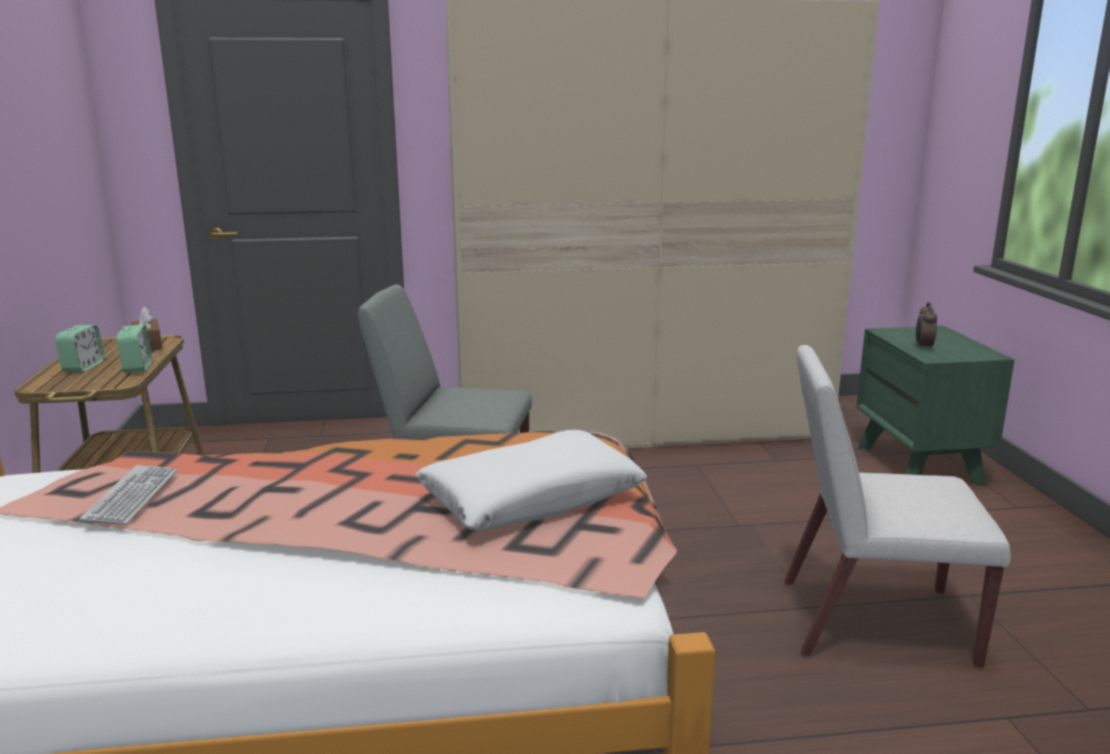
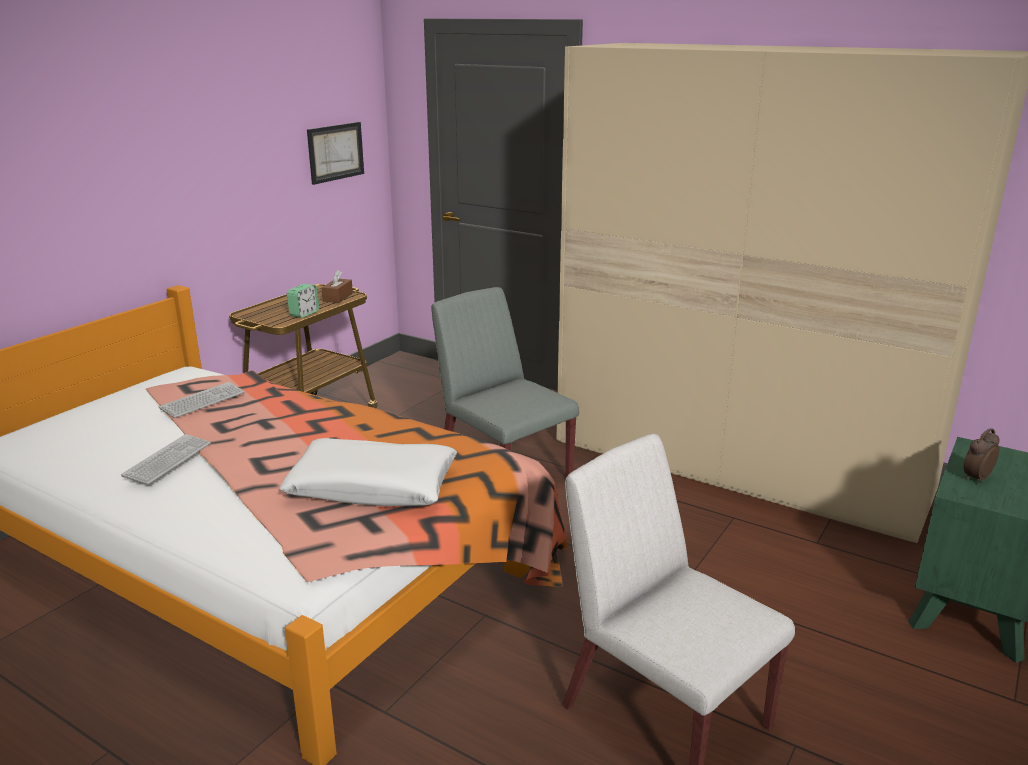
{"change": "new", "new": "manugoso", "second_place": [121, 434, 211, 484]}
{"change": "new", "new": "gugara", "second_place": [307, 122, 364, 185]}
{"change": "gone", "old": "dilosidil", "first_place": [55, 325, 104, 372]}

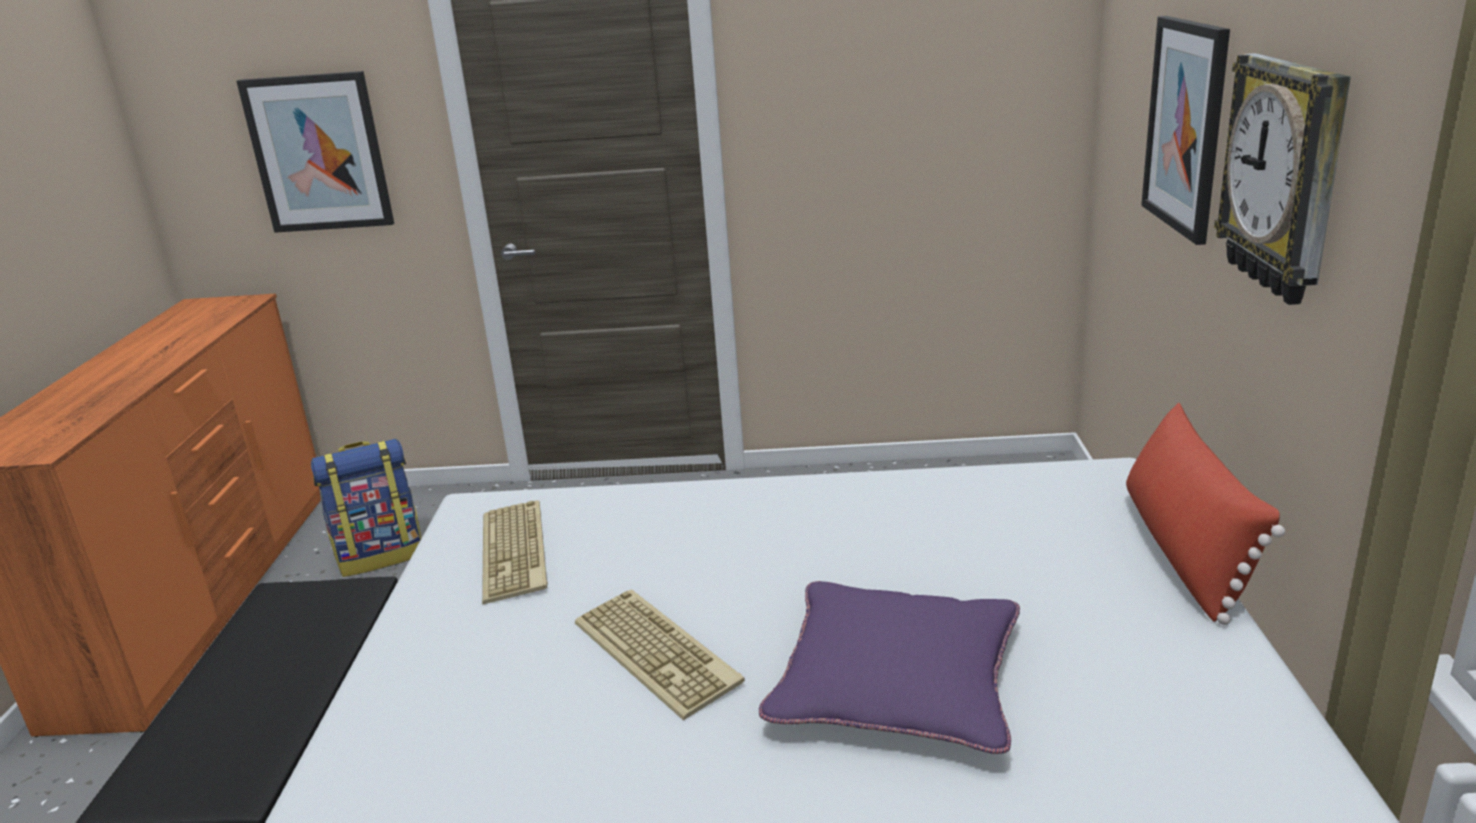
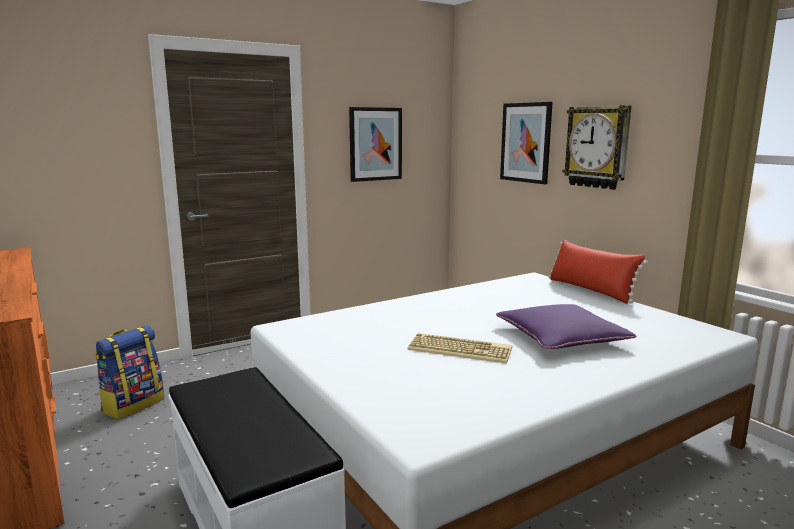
{"change": "shifted", "old": "gugara", "first_place": [236, 71, 394, 233], "second_place": [349, 107, 402, 182]}
{"change": "gone", "old": "manugoso", "first_place": [482, 500, 548, 605]}

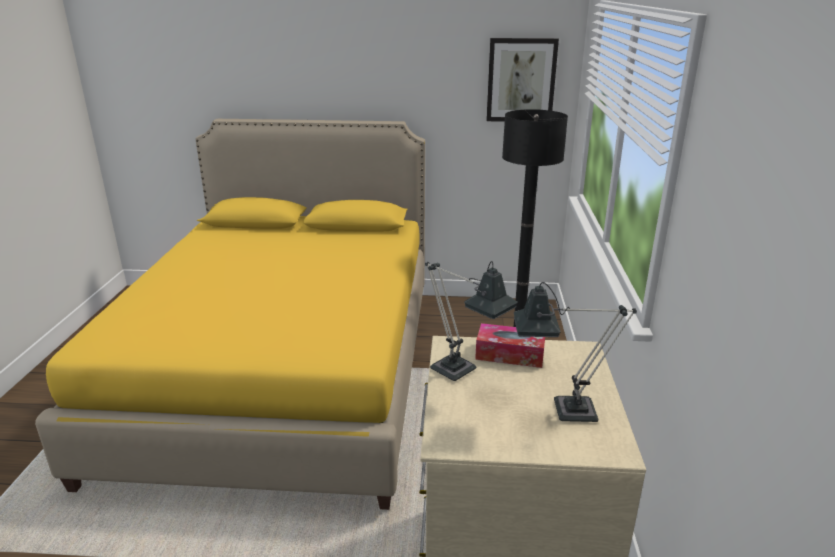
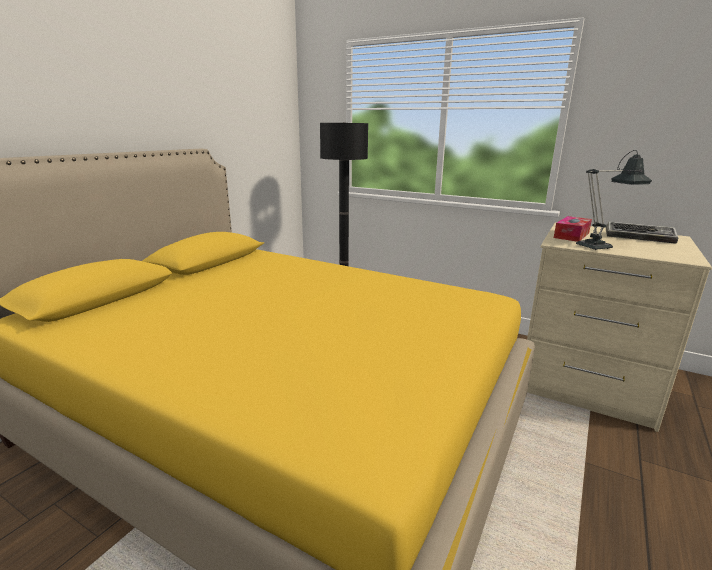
{"change": "swapped", "old": "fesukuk", "new": "manugoso", "first_place": [514, 282, 637, 422], "second_place": [606, 222, 678, 244]}
{"change": "gone", "old": "gugara", "first_place": [487, 38, 559, 122]}

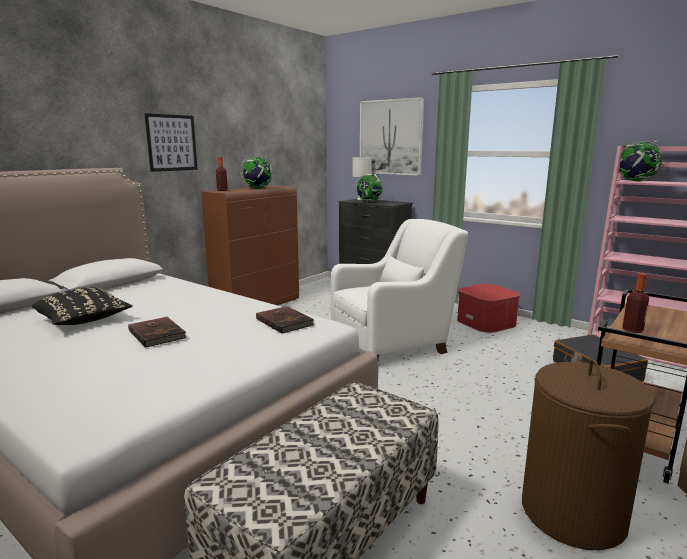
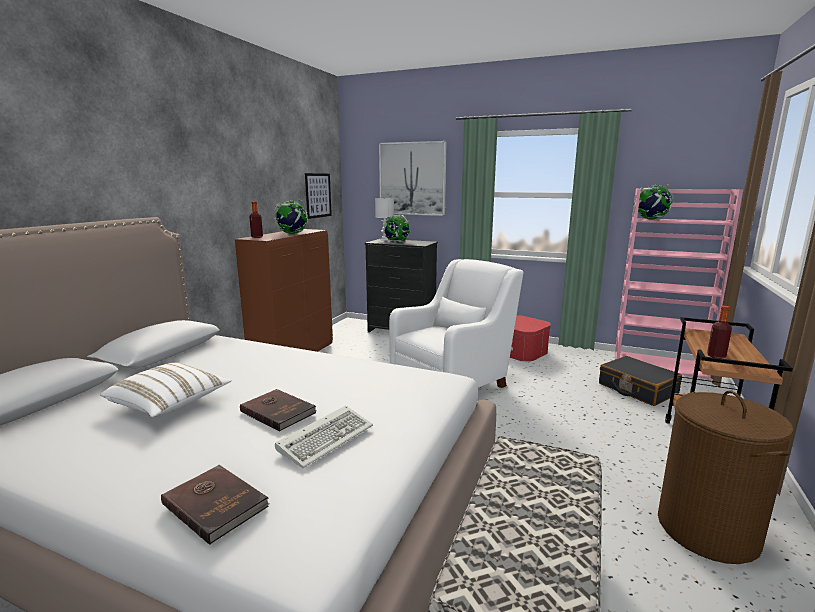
{"change": "repainted", "old": "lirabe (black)", "new": "lirabe (white)", "first_place": [32, 287, 132, 325], "second_place": [100, 363, 231, 417]}
{"change": "shifted", "old": "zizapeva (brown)", "first_place": [256, 306, 315, 334], "second_place": [161, 464, 269, 545]}
{"change": "new", "new": "manugoso", "second_place": [275, 405, 373, 468]}
{"change": "shifted", "old": "gugara", "first_place": [144, 113, 198, 172], "second_place": [305, 173, 332, 219]}

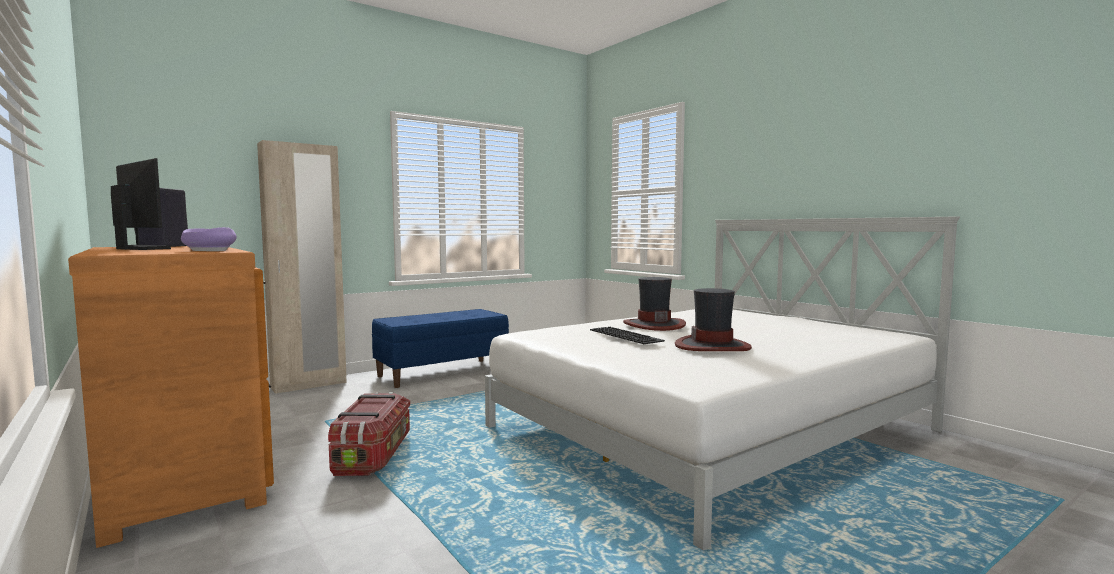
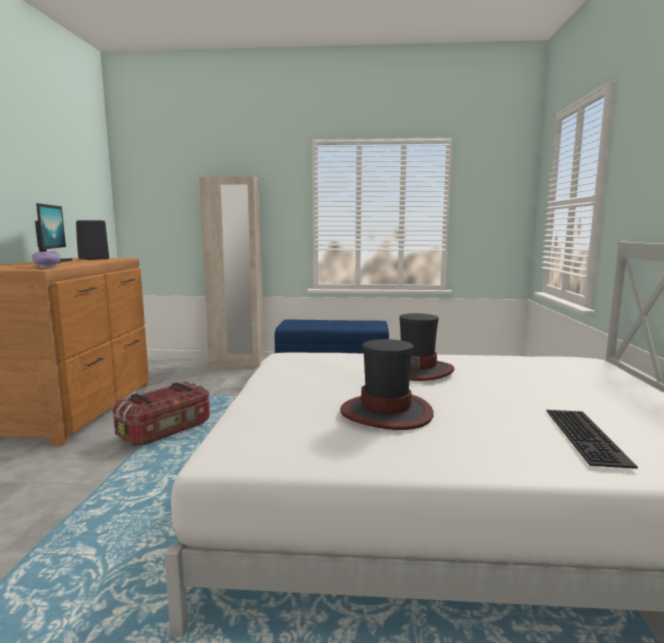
{"change": "shifted", "old": "manugoso", "first_place": [590, 327, 665, 344], "second_place": [547, 410, 638, 469]}

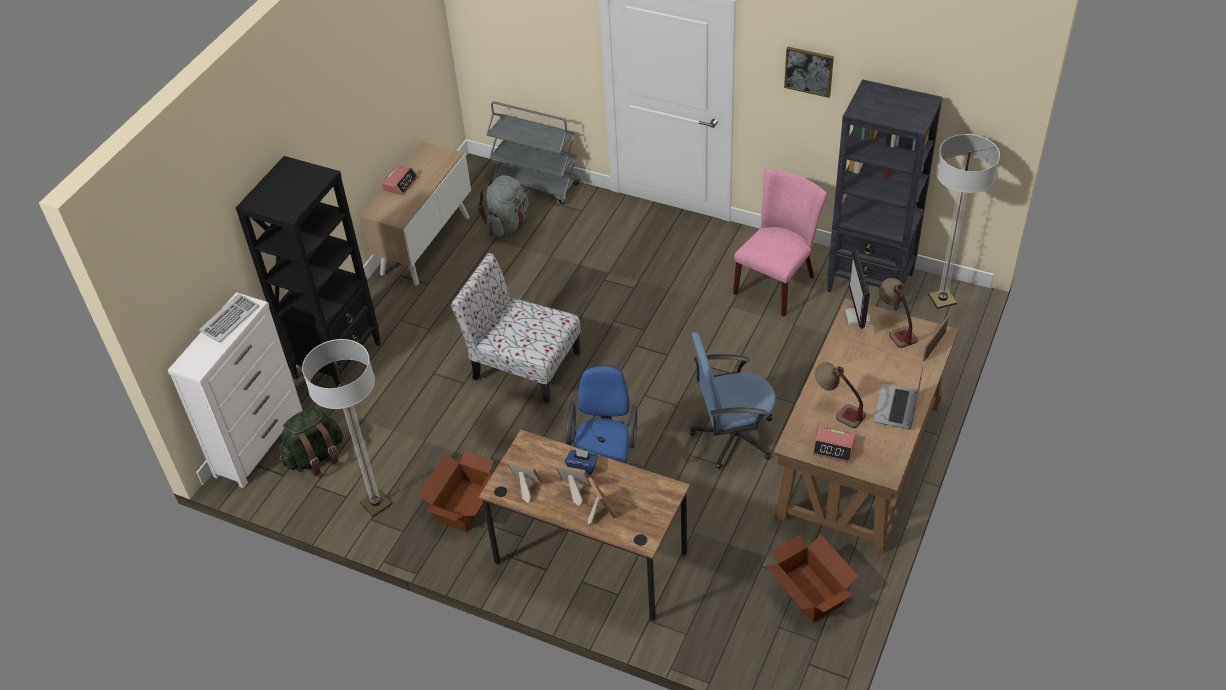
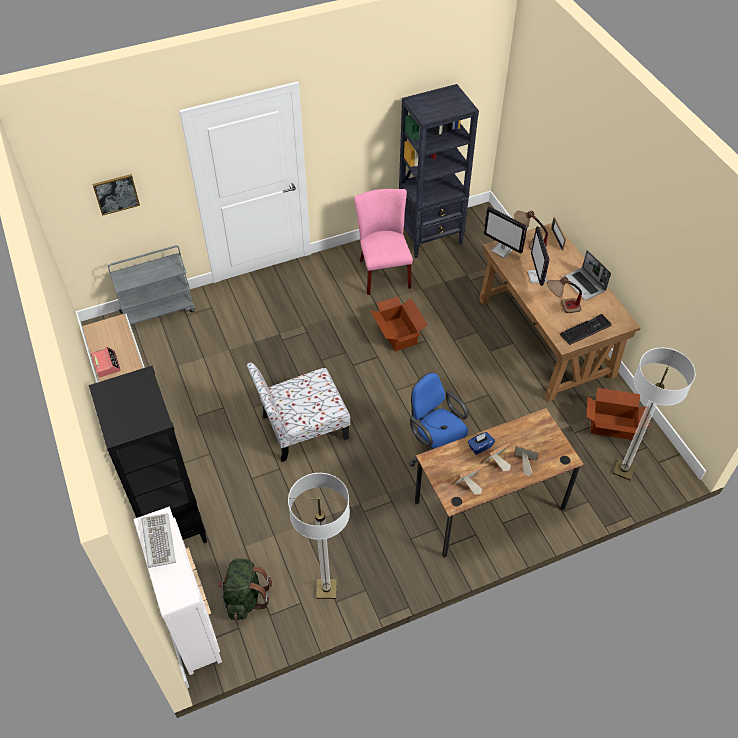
{"change": "shifted", "old": "gugara", "first_place": [784, 47, 834, 98], "second_place": [92, 174, 140, 216]}
{"change": "shifted", "old": "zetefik", "first_place": [418, 451, 494, 532], "second_place": [371, 297, 428, 351]}
{"change": "new", "new": "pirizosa", "second_place": [527, 226, 550, 286]}
{"change": "swapped", "old": "dilosidil", "new": "manugoso", "first_place": [813, 426, 856, 463], "second_place": [560, 314, 612, 345]}
{"change": "shifted", "old": "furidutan", "first_place": [929, 134, 1000, 309], "second_place": [612, 348, 695, 480]}
{"change": "gone", "old": "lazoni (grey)", "first_place": [478, 175, 529, 237]}
{"change": "gone", "old": "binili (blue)", "first_place": [690, 332, 776, 469]}

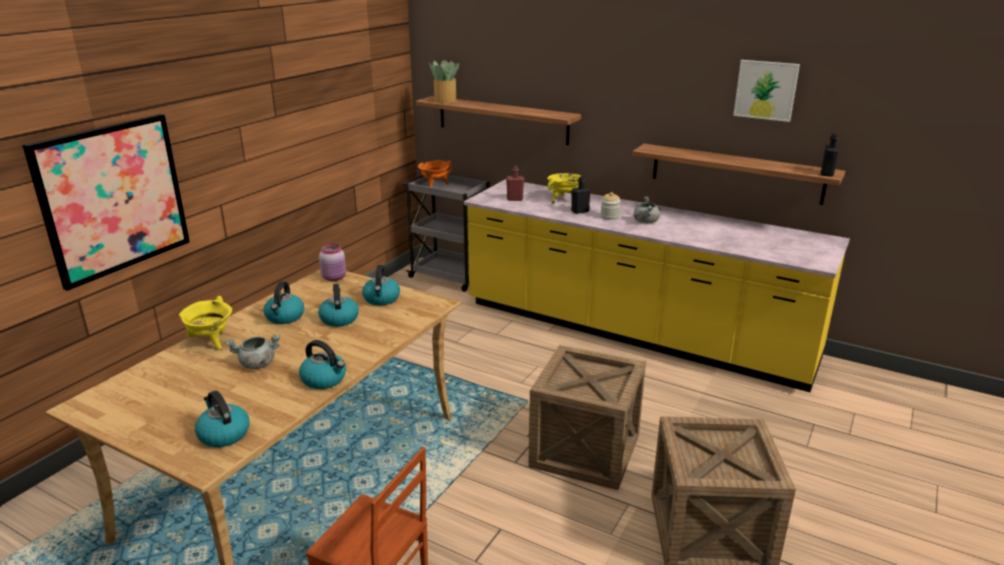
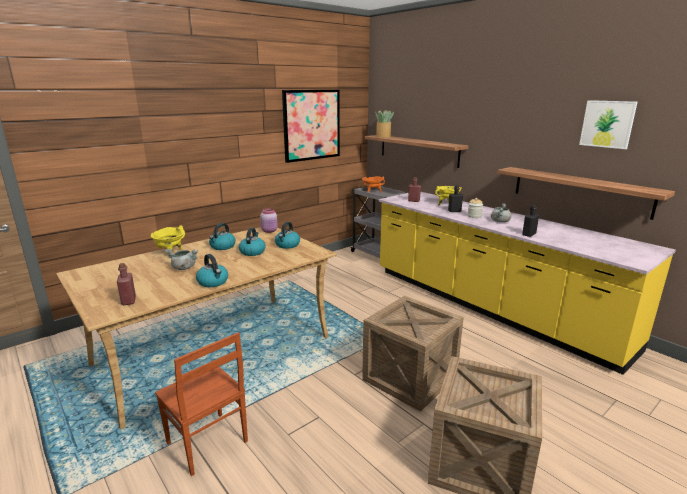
{"change": "swapped", "old": "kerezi", "new": "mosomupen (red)", "first_place": [195, 391, 249, 447], "second_place": [117, 263, 136, 305]}
{"change": "shifted", "old": "gugara", "first_place": [22, 114, 190, 291], "second_place": [282, 90, 340, 163]}
{"change": "shifted", "old": "mosomupen (black)", "first_place": [821, 133, 839, 177], "second_place": [522, 205, 539, 237]}

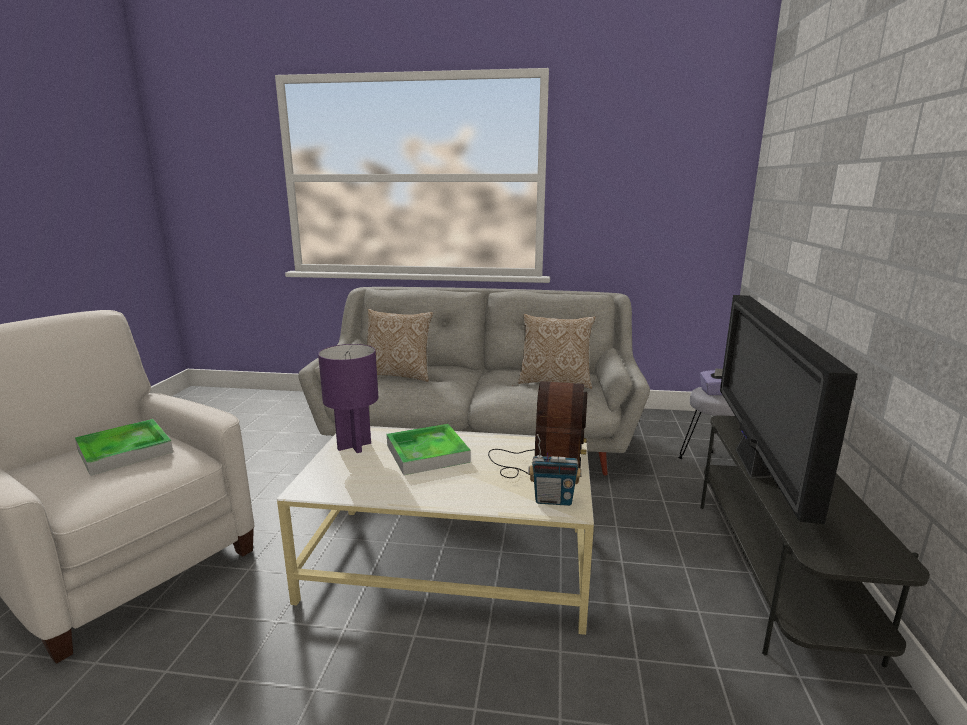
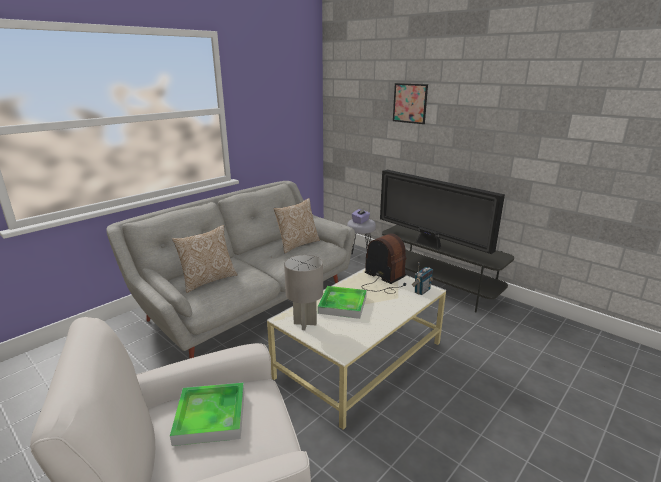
{"change": "repainted", "old": "fesukuk (purple)", "new": "fesukuk (grey)", "first_place": [318, 344, 378, 453], "second_place": [284, 255, 323, 330]}
{"change": "new", "new": "gugara", "second_place": [393, 83, 428, 124]}

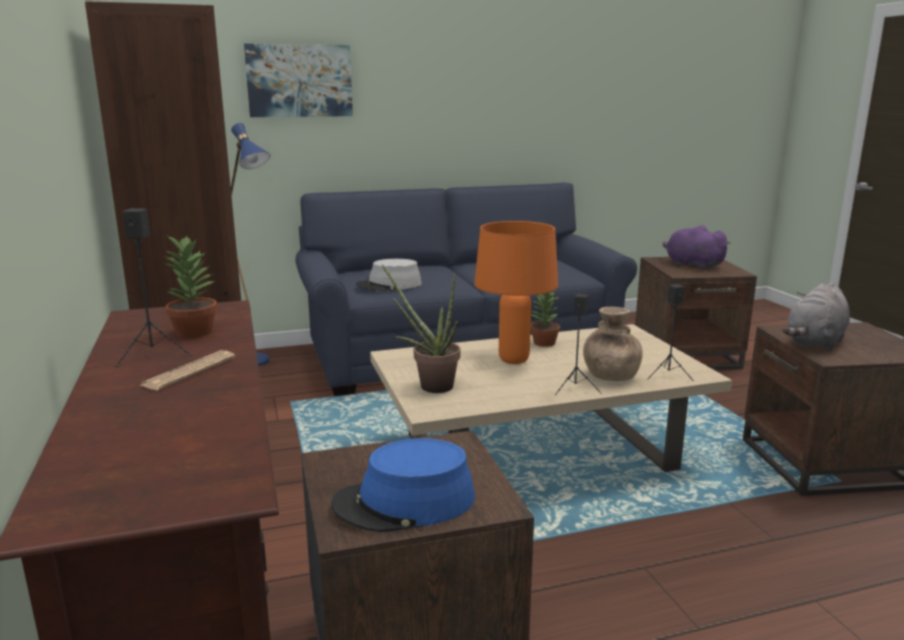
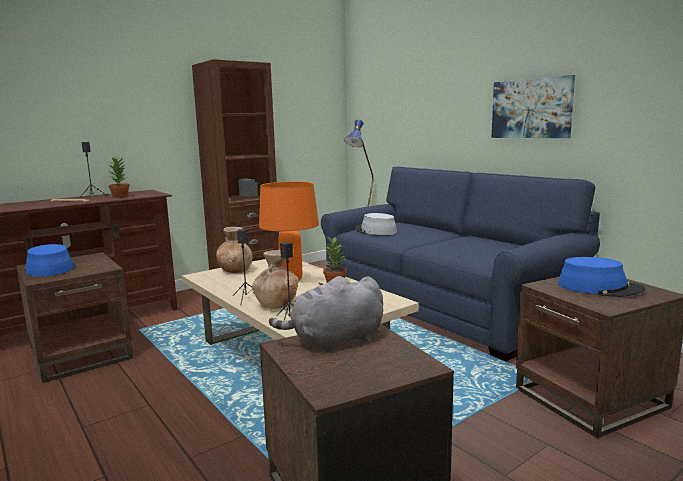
{"change": "swapped", "old": "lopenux", "new": "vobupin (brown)", "first_place": [382, 264, 460, 393], "second_place": [216, 227, 252, 273]}
{"change": "rotated", "old": "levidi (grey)", "first_place": [782, 282, 850, 350], "second_place": [269, 276, 383, 351], "degrees": -45}
{"change": "shifted", "old": "gugara", "first_place": [244, 44, 353, 117], "second_place": [492, 75, 575, 138]}
{"change": "swapped", "old": "levidi (purple)", "new": "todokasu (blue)", "first_place": [663, 225, 730, 269], "second_place": [558, 257, 645, 297]}

